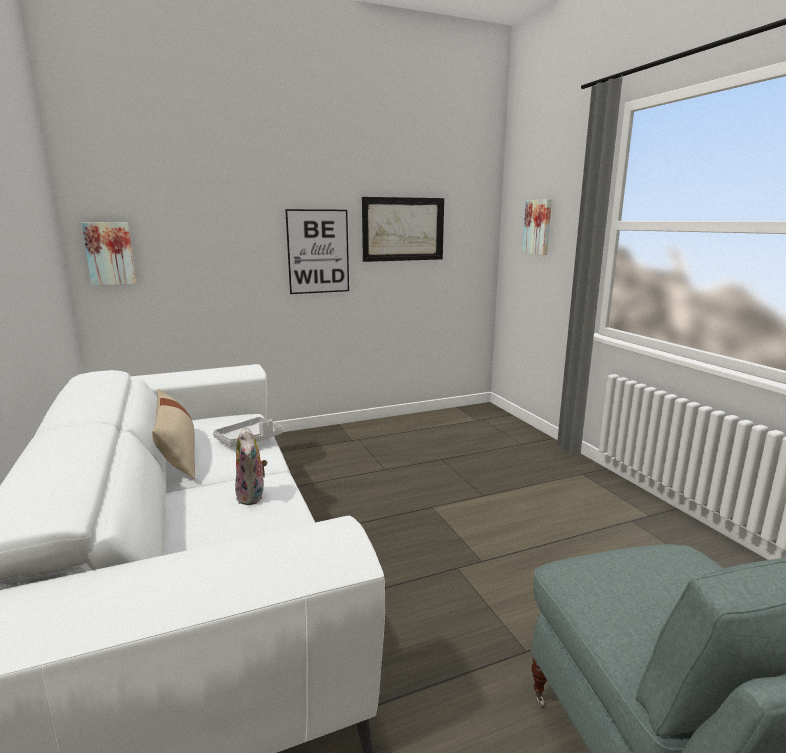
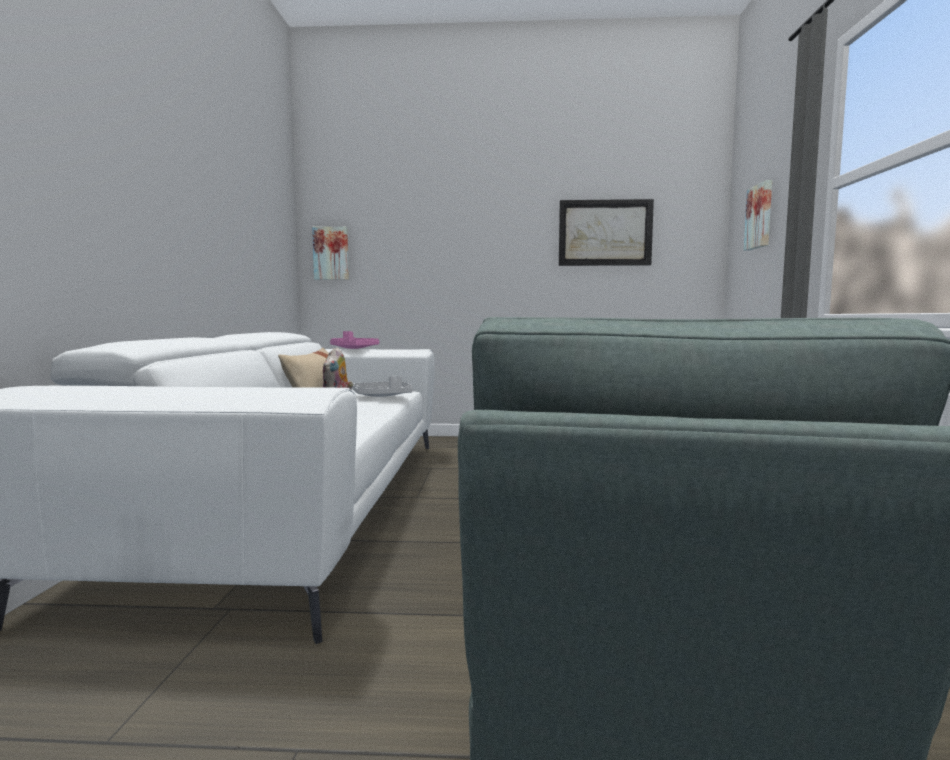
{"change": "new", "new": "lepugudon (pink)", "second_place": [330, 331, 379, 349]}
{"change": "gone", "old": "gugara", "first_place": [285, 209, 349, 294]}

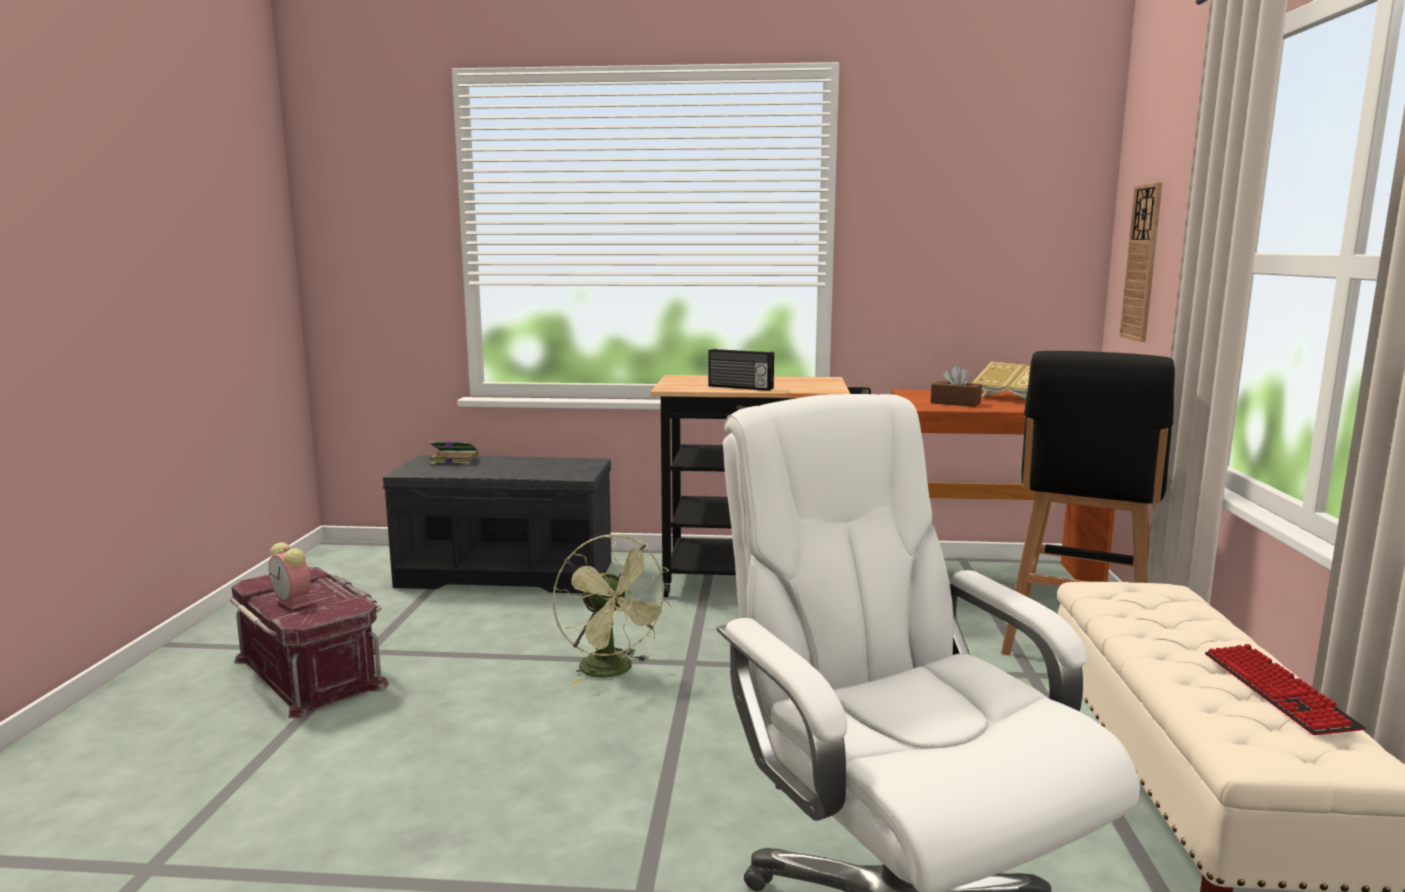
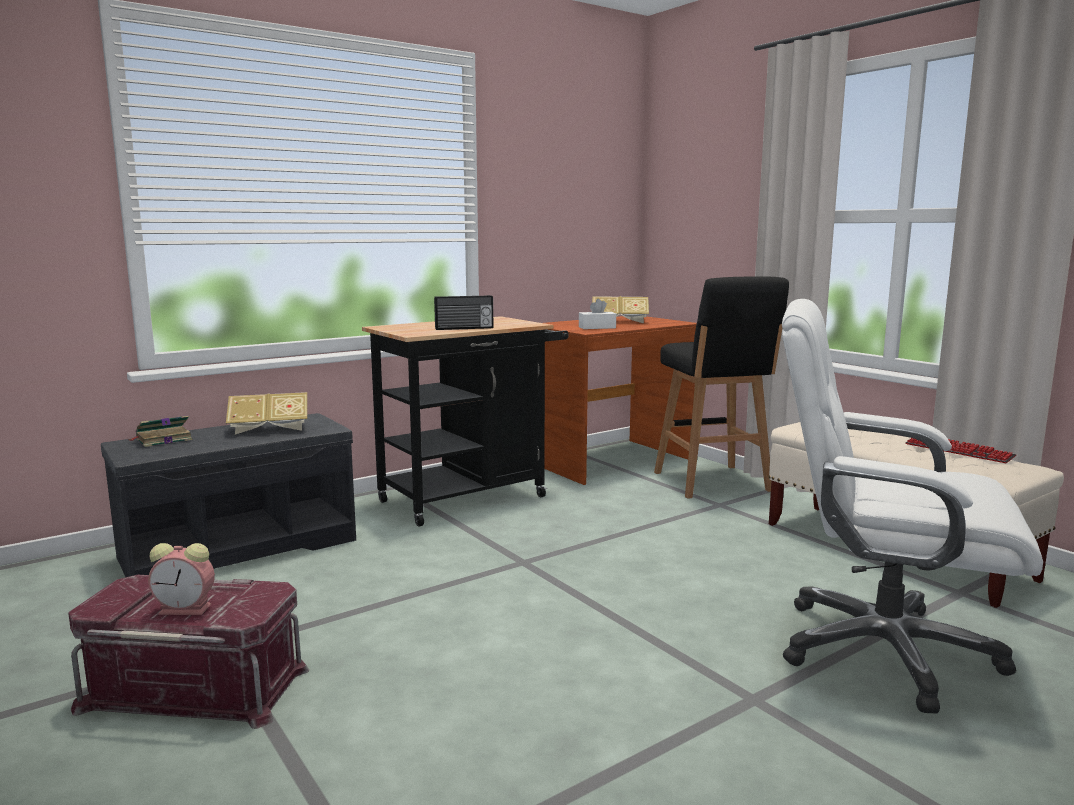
{"change": "new", "new": "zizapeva", "second_place": [226, 392, 307, 434]}
{"change": "repainted", "old": "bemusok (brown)", "new": "bemusok (white)", "first_place": [930, 365, 982, 407], "second_place": [579, 299, 616, 329]}
{"change": "gone", "old": "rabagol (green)", "first_place": [553, 534, 671, 686]}
{"change": "gone", "old": "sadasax", "first_place": [1120, 182, 1162, 342]}

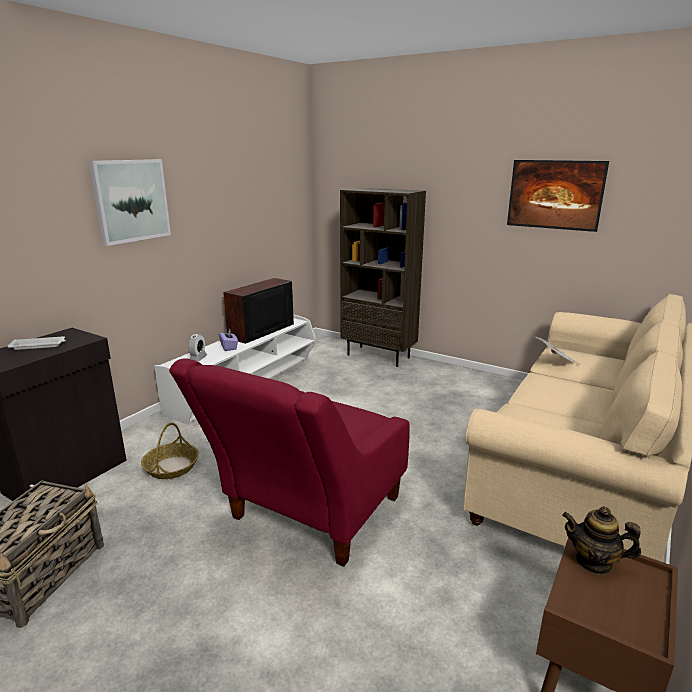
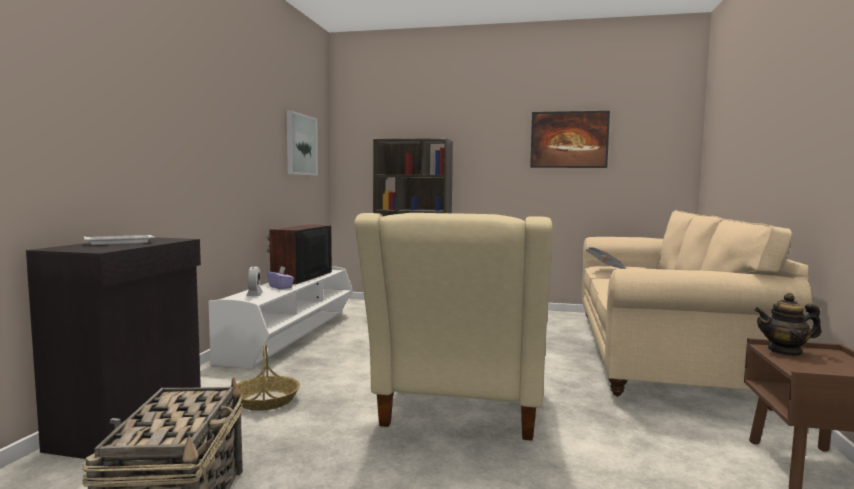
{"change": "shifted", "old": "gugara", "first_place": [89, 159, 171, 246], "second_place": [287, 111, 318, 176]}
{"change": "repainted", "old": "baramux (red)", "new": "baramux (beige)", "first_place": [169, 358, 410, 567], "second_place": [354, 213, 553, 440]}

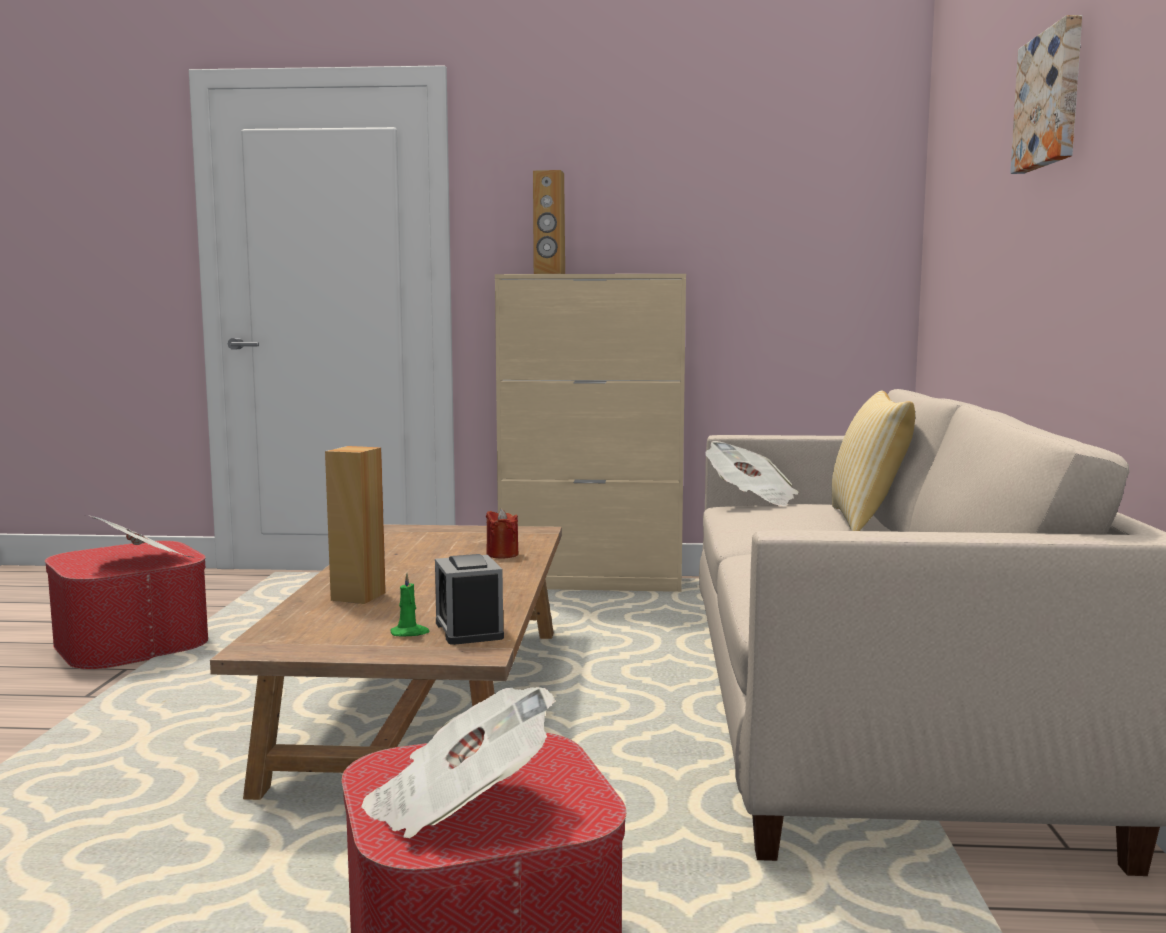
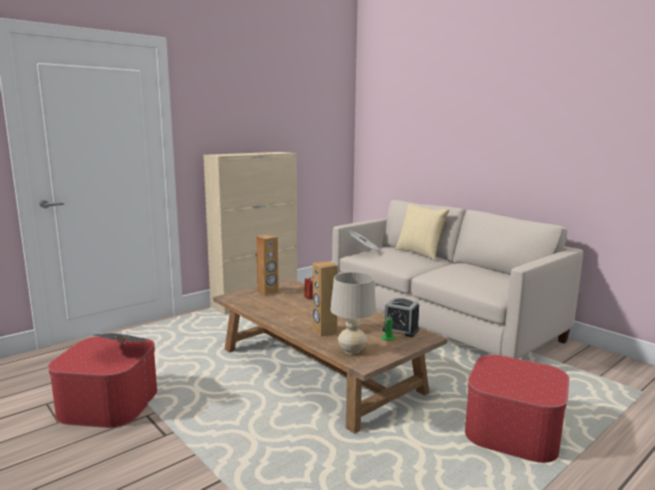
{"change": "shifted", "old": "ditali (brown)", "first_place": [533, 170, 565, 274], "second_place": [256, 234, 279, 295]}
{"change": "new", "new": "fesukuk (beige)", "second_place": [330, 272, 376, 354]}
{"change": "gone", "old": "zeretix", "first_place": [361, 687, 555, 838]}
{"change": "gone", "old": "gugara", "first_place": [1010, 15, 1082, 174]}

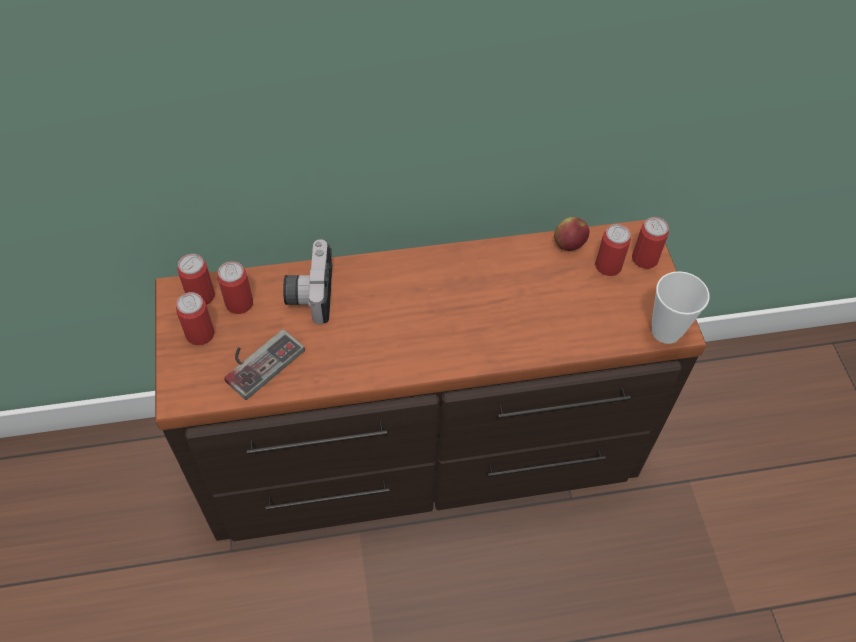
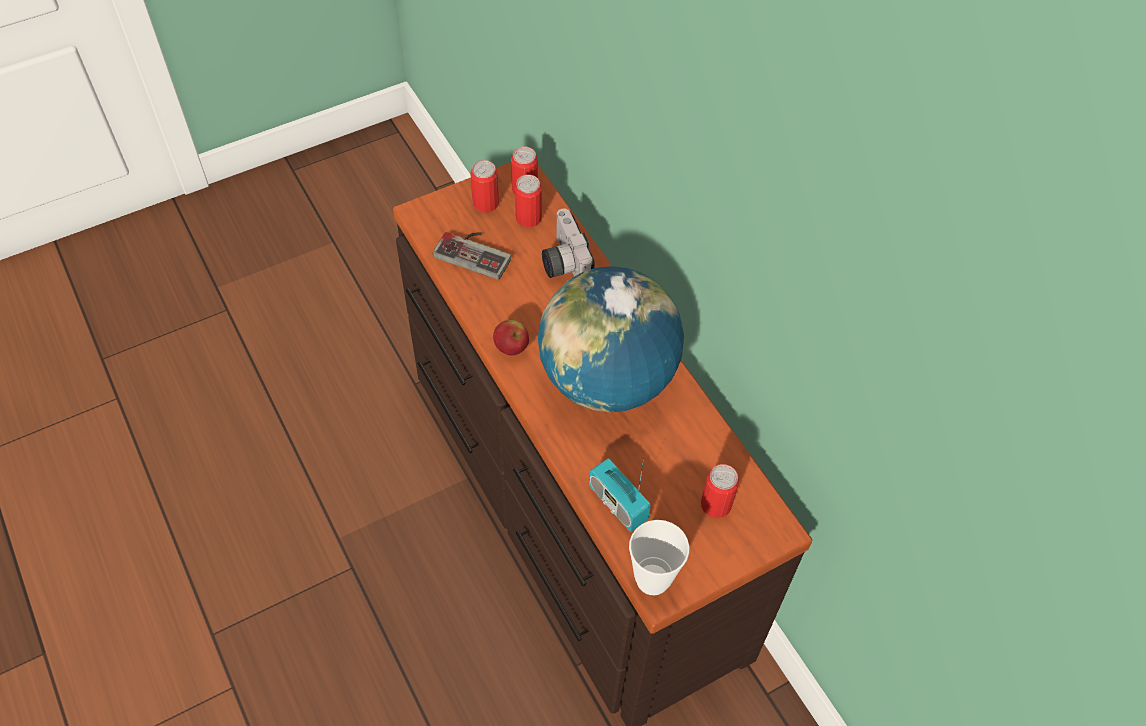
{"change": "shifted", "old": "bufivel", "first_place": [554, 217, 590, 251], "second_place": [493, 320, 529, 355]}
{"change": "new", "new": "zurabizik", "second_place": [538, 266, 684, 412]}
{"change": "rotated", "old": "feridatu", "first_place": [283, 239, 333, 324], "second_place": [542, 208, 595, 278], "degrees": -90}
{"change": "new", "new": "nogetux", "second_place": [589, 458, 651, 532]}
{"change": "gone", "old": "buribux", "first_place": [632, 217, 669, 269]}

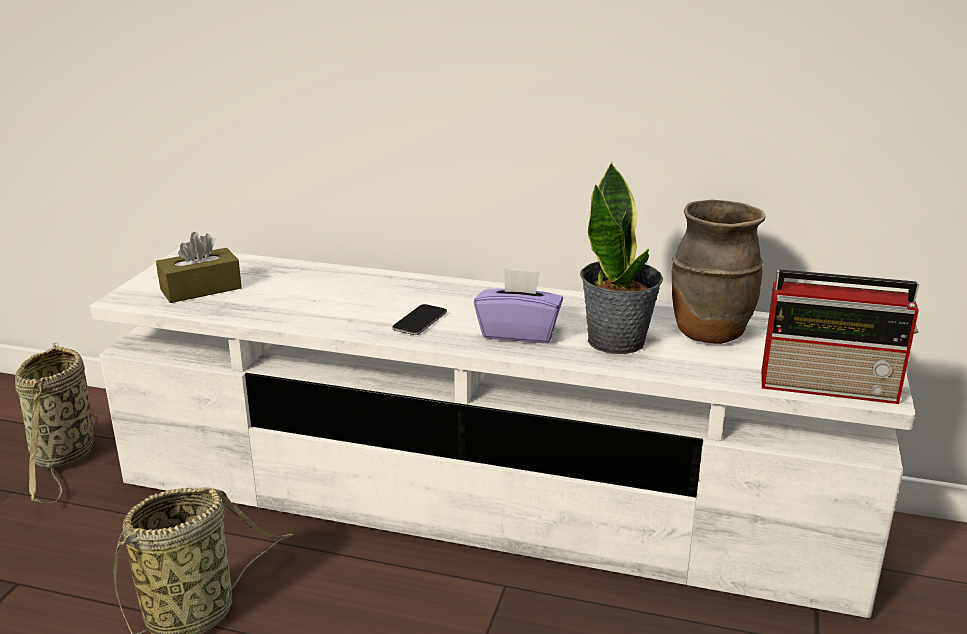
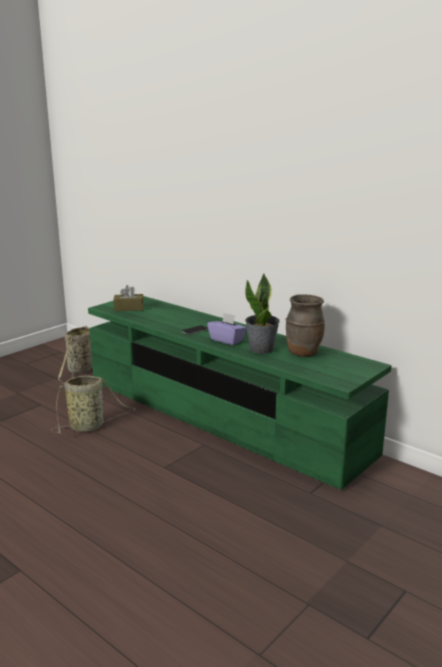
{"change": "repainted", "old": "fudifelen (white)", "new": "fudifelen (green)", "first_place": [90, 248, 915, 618], "second_place": [88, 296, 392, 490]}
{"change": "gone", "old": "nogetux", "first_place": [761, 270, 919, 404]}

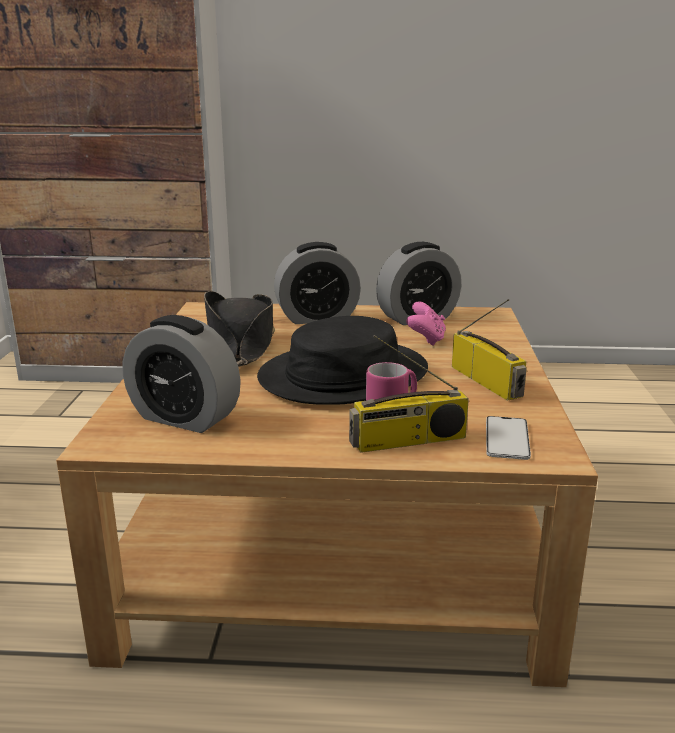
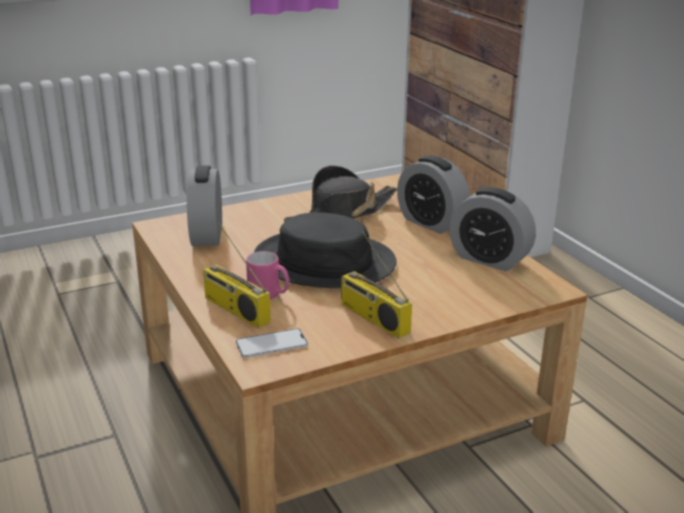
{"change": "rotated", "old": "nogetux", "first_place": [452, 299, 527, 401], "second_place": [341, 230, 412, 339], "degrees": 105}
{"change": "gone", "old": "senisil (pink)", "first_place": [406, 301, 446, 346]}

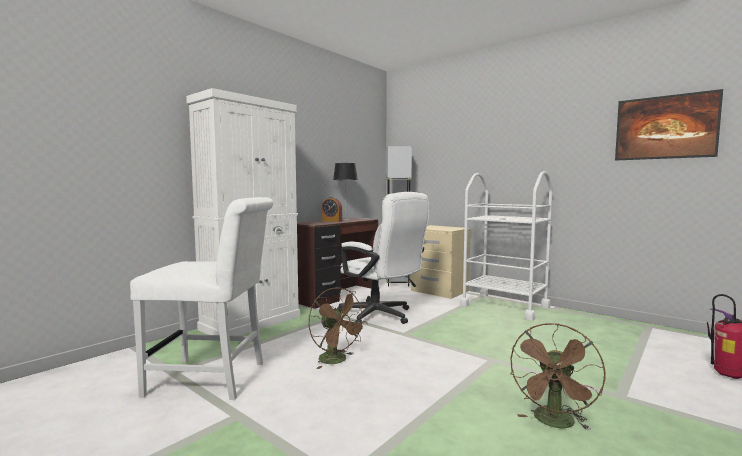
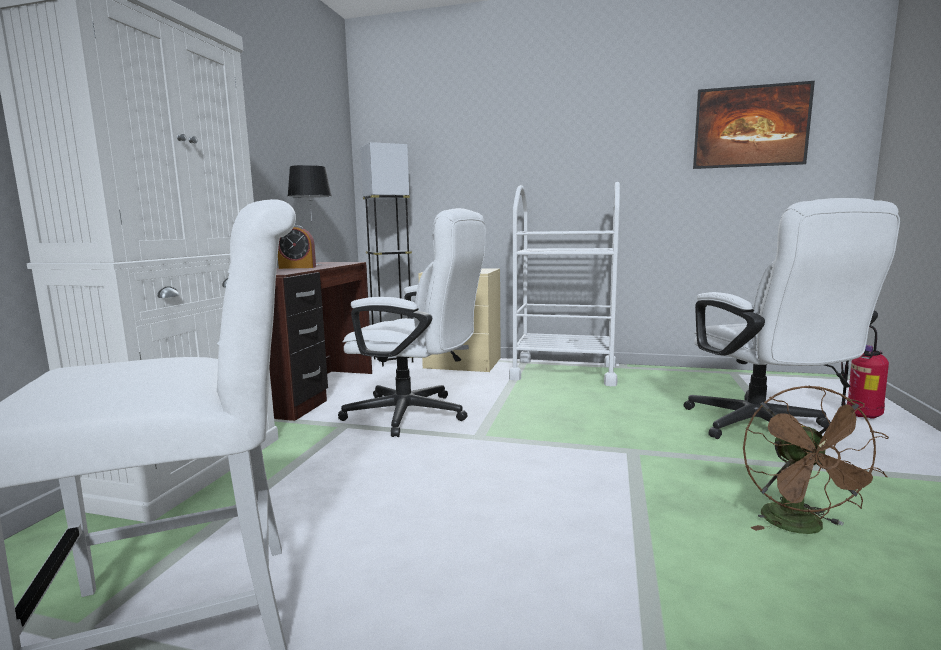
{"change": "new", "new": "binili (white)", "second_place": [683, 198, 900, 439]}
{"change": "gone", "old": "rabagol (brown)", "first_place": [309, 287, 367, 369]}

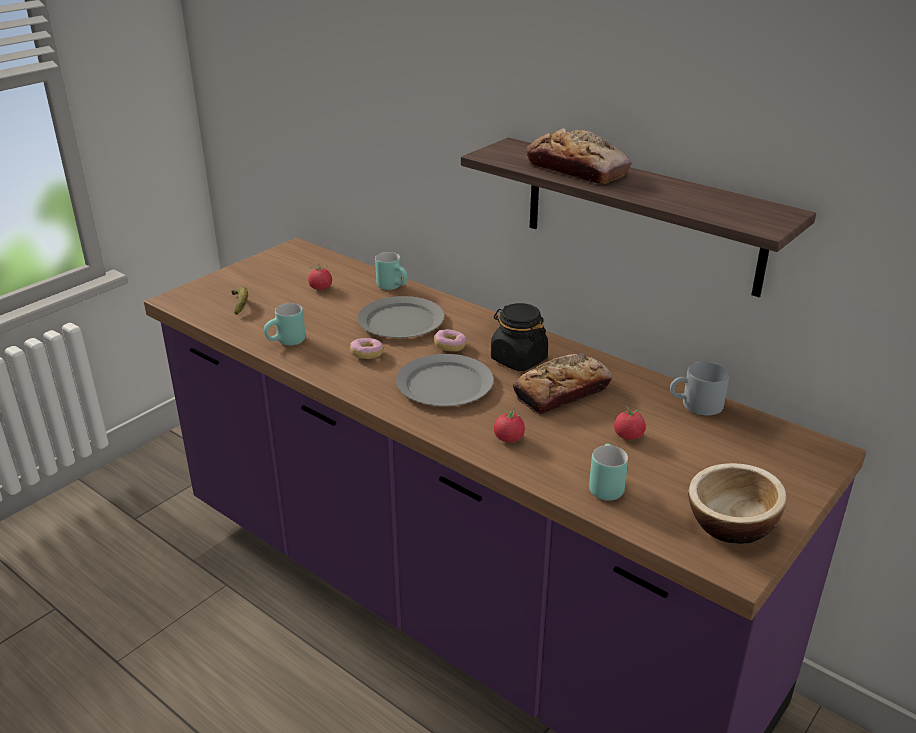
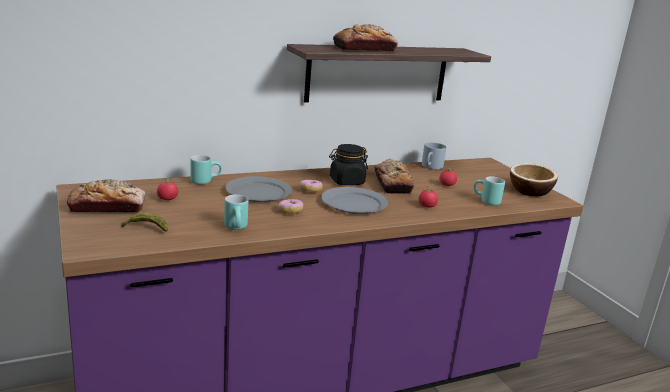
{"change": "new", "new": "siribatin", "second_place": [67, 179, 146, 213]}

